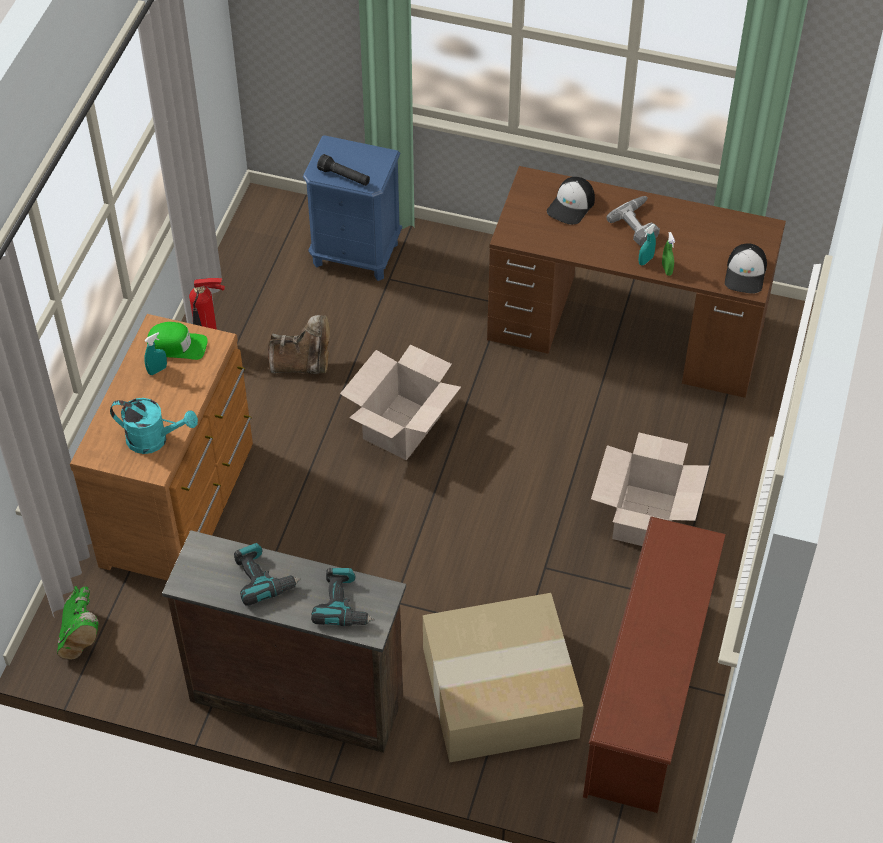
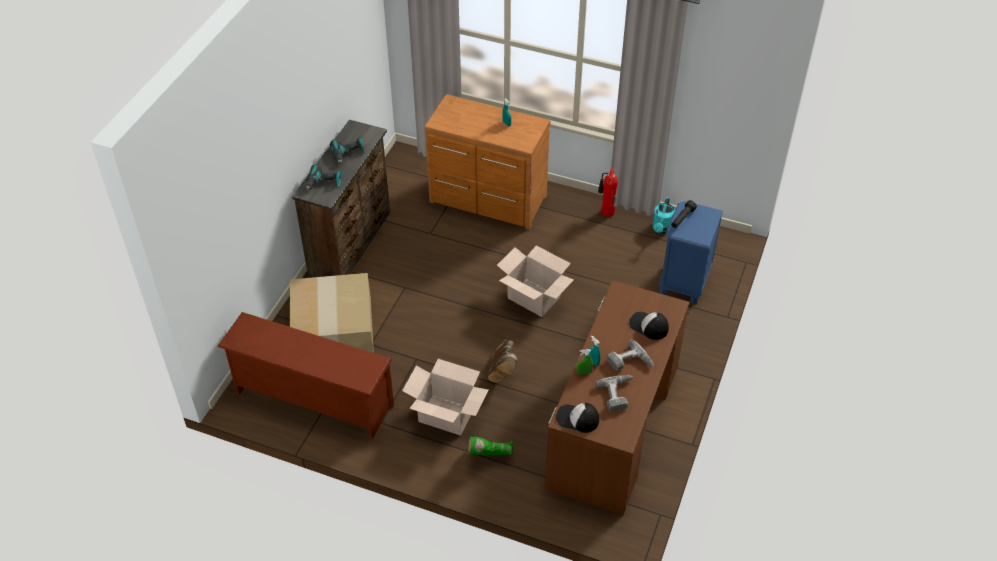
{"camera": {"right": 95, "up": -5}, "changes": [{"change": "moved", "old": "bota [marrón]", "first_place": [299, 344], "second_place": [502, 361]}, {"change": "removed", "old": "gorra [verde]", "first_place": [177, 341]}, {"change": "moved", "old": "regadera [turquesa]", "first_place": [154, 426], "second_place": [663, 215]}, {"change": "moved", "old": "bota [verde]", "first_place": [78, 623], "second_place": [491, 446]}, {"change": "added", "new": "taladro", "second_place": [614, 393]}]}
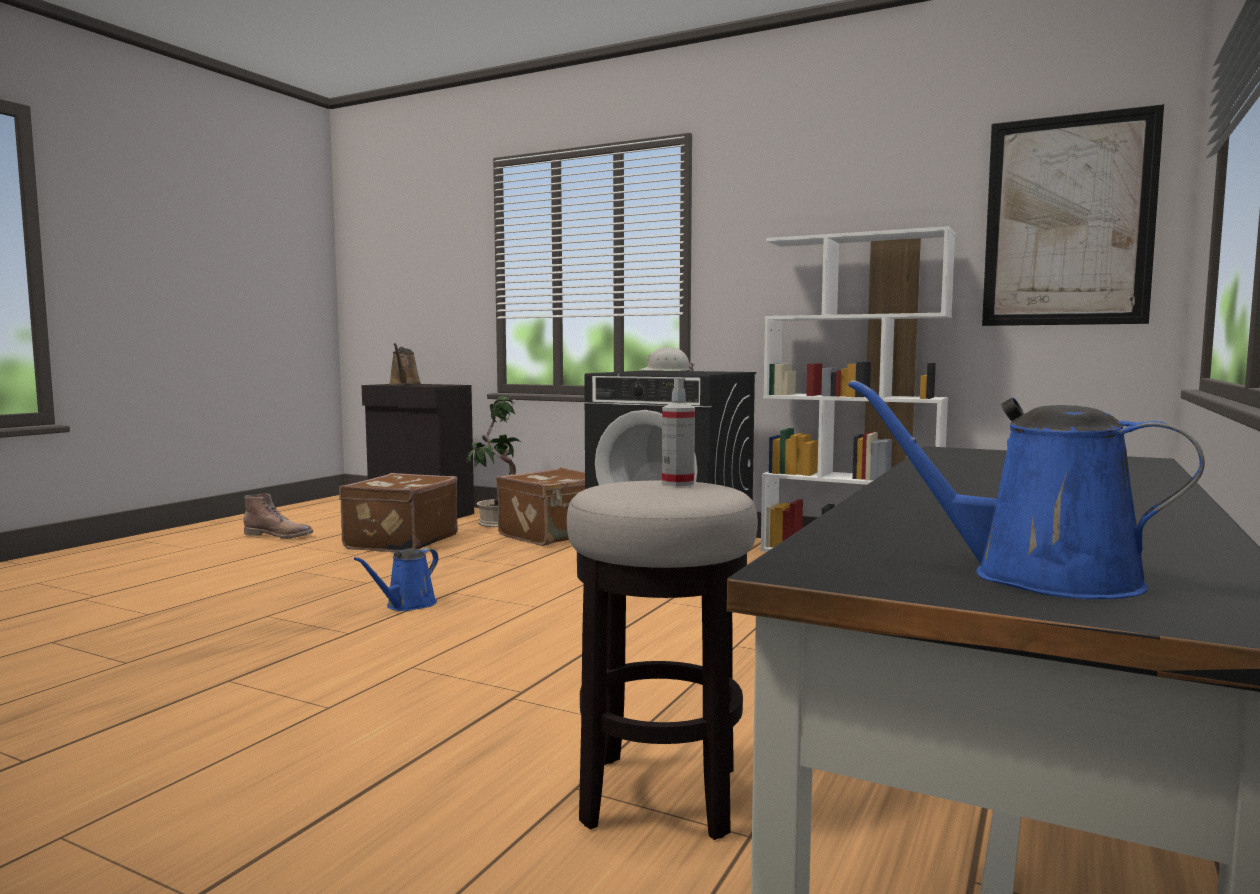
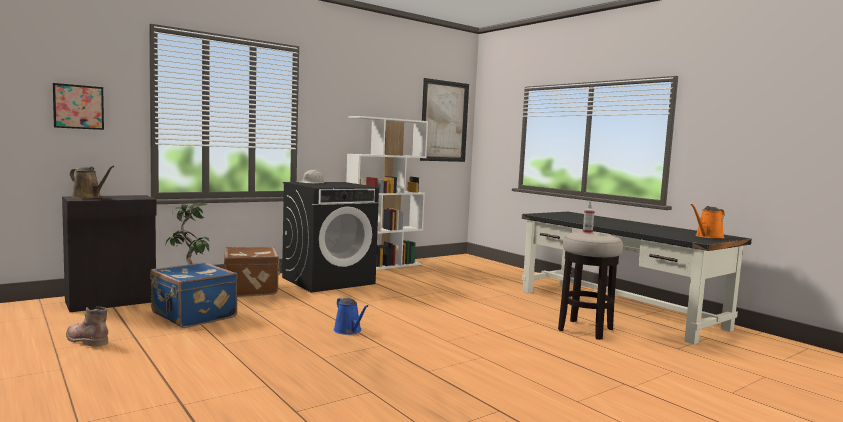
{"camera": {"right": -65, "up": 0}, "changes": [{"change": "recoloured", "old": "regadera [azul]", "new": "regadera [naranja]", "first_place": [1026, 489], "second_place": [708, 221]}, {"change": "recoloured", "old": "maleta [marrón]", "new": "maleta [azul]", "first_place": [398, 513], "second_place": [193, 295]}, {"change": "turned", "old": "bota [marrón]", "first_place": [278, 516], "second_place": [87, 326], "degrees": -90}, {"change": "added", "new": "cuadro", "second_place": [78, 106]}]}
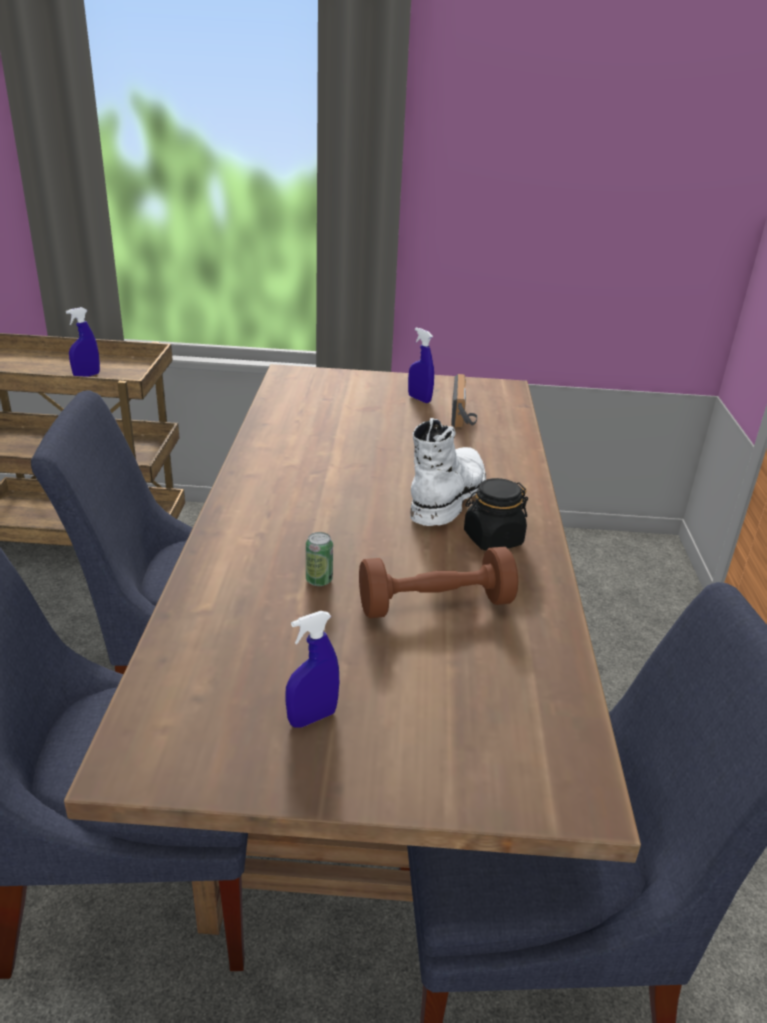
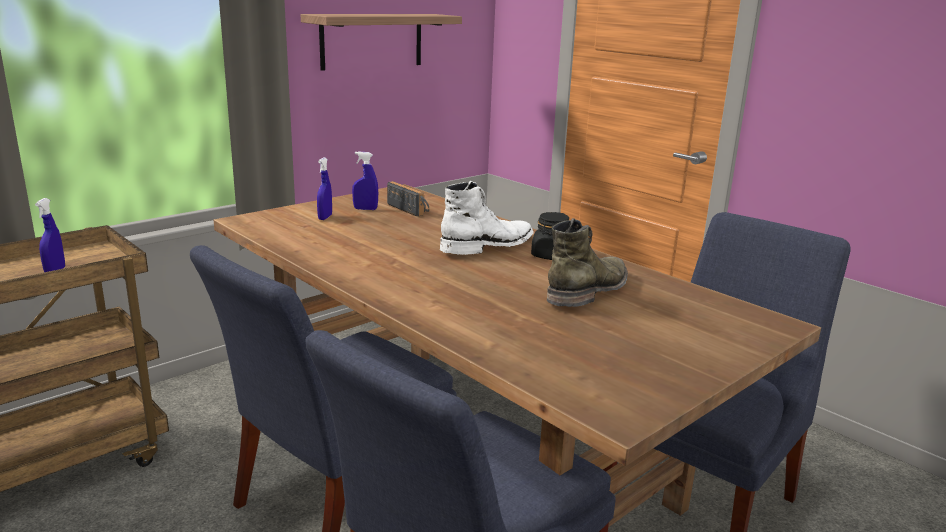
{"camera": {"right": -45, "up": -10}, "changes": [{"change": "turned", "old": "bota [blanco]", "first_place": [448, 472], "second_place": [487, 218], "degrees": 75}, {"change": "removed", "old": "lata", "first_place": [319, 559]}, {"change": "replaced", "old": "mancuerna [marrón]", "new": "bota [verde]", "first_place": [438, 582], "second_place": [587, 262]}, {"change": "moved", "old": "pulverizador [azul]", "first_place": [312, 669], "second_place": [324, 188]}, {"change": "added", "new": "estante", "second_place": [381, 42]}]}
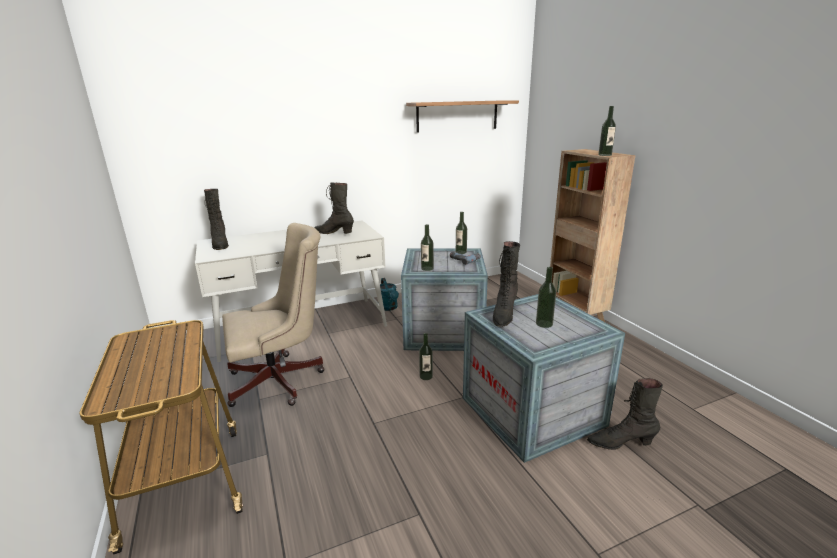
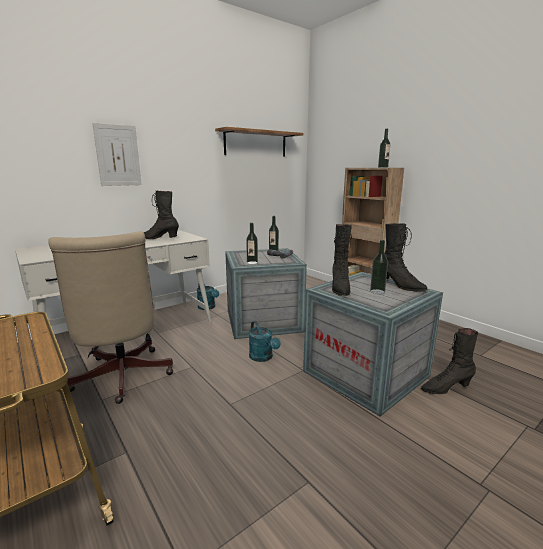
{"camera": {"right": -15, "up": -5}, "changes": [{"change": "moved", "old": "bota [negro]", "first_place": [216, 219], "second_place": [405, 257]}, {"change": "turned", "old": "silla de oficina [beis]", "first_place": [273, 315], "second_place": [110, 317], "degrees": 105}, {"change": "replaced", "old": "botella", "new": "regadera [turquesa]", "first_place": [426, 356], "second_place": [265, 341]}, {"change": "added", "new": "cuadro", "second_place": [117, 154]}]}
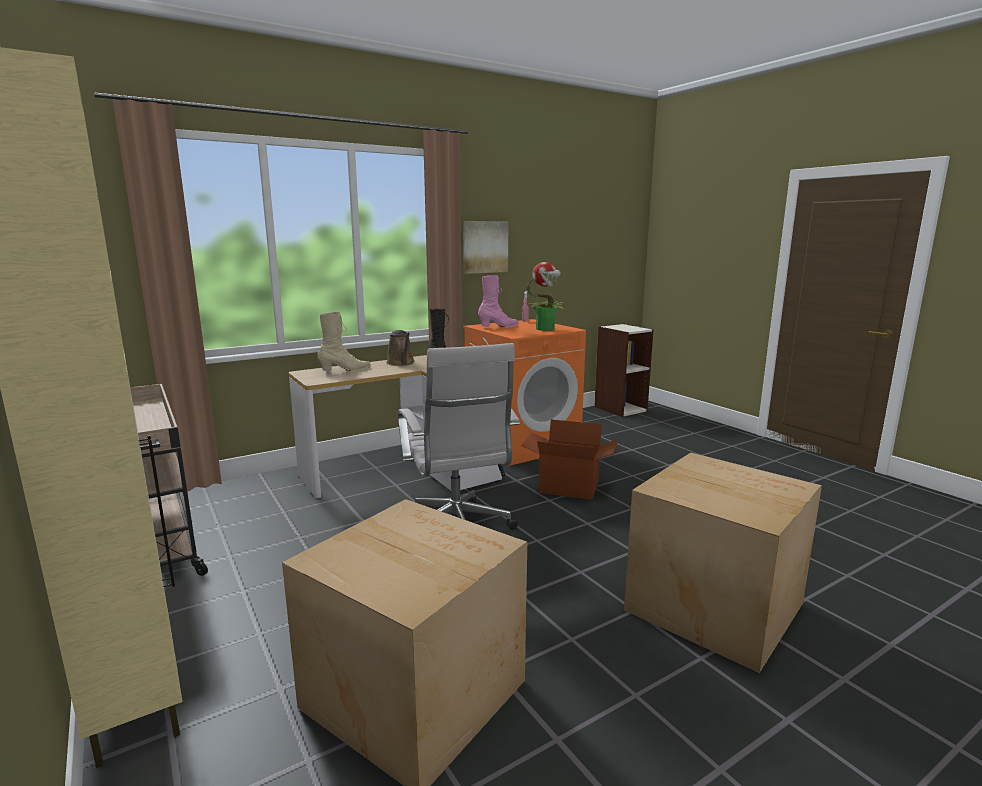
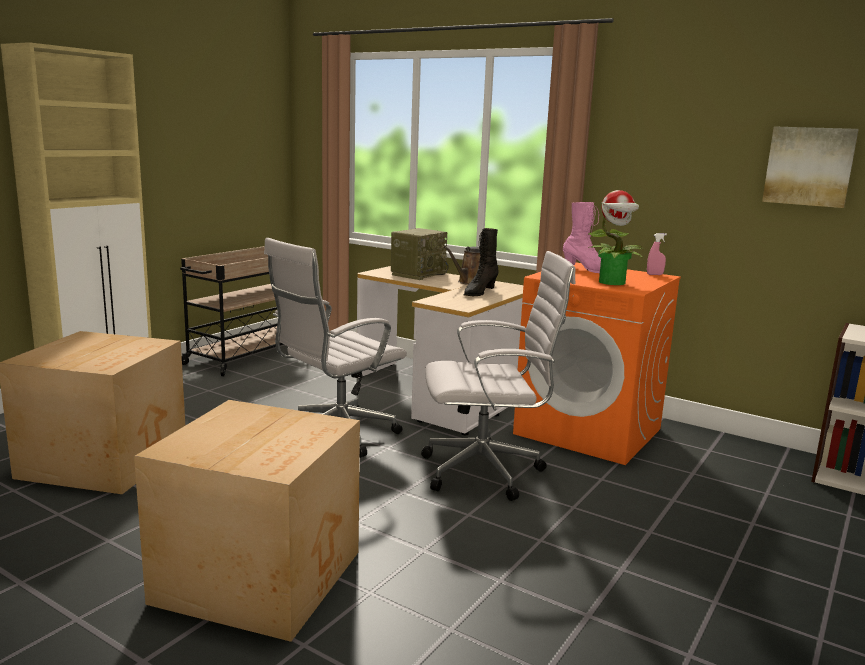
{"camera": {"right": 65, "up": 0}, "changes": [{"change": "moved", "old": "cuadro", "first_place": [485, 247], "second_place": [810, 167]}, {"change": "replaced", "old": "bota [beis]", "new": "radio", "first_place": [344, 341], "second_place": [420, 254]}, {"change": "replaced", "old": "caja de cartón", "new": "silla de oficina [blanco]", "first_place": [569, 460], "second_place": [498, 376]}]}
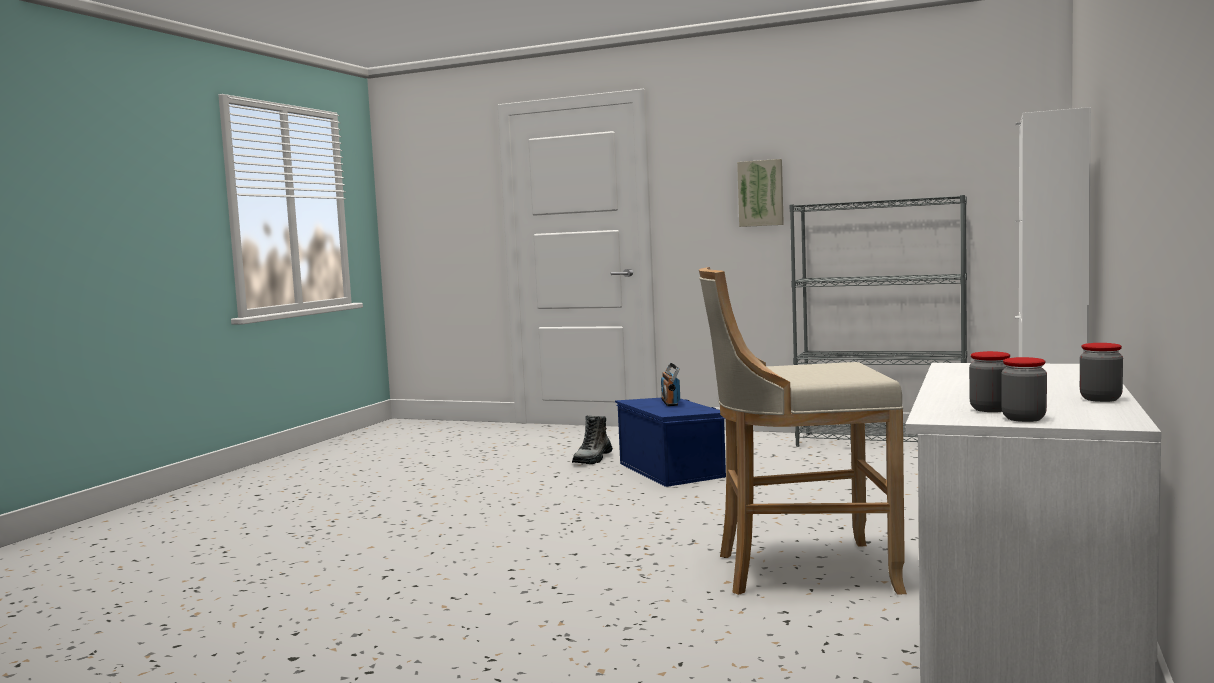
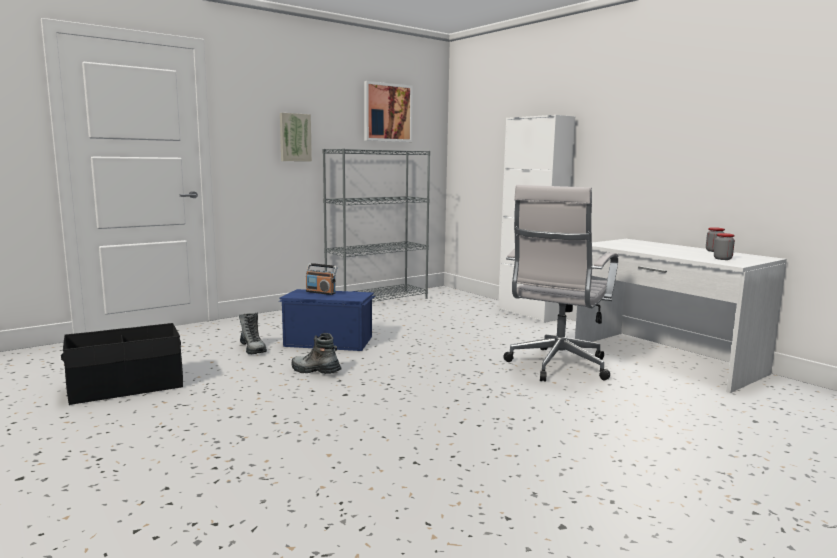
{"camera": {"right": -60, "up": 5}, "changes": [{"change": "replaced", "old": "taburete [beis]", "new": "silla de oficina [blanco]", "first_place": [803, 431], "second_place": [560, 283]}, {"change": "removed", "old": "tarro", "first_place": [1024, 389]}, {"change": "added", "new": "cuadro", "second_place": [388, 111]}, {"change": "added", "new": "caja de almacenaje [negro]", "second_place": [122, 364]}, {"change": "added", "new": "bota", "second_place": [316, 353]}]}
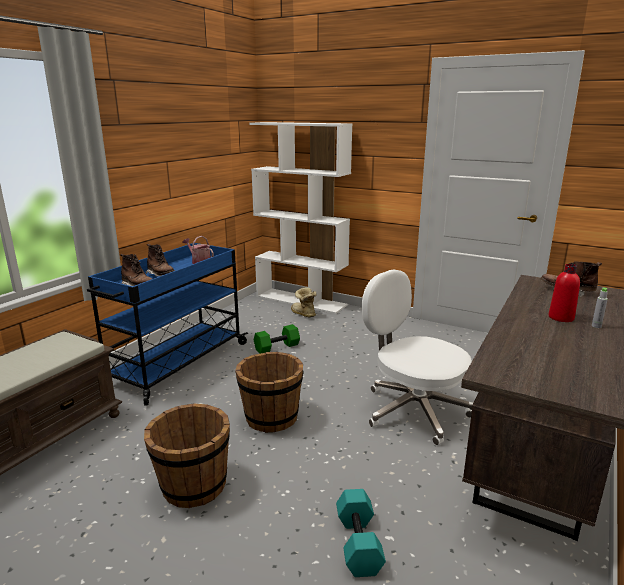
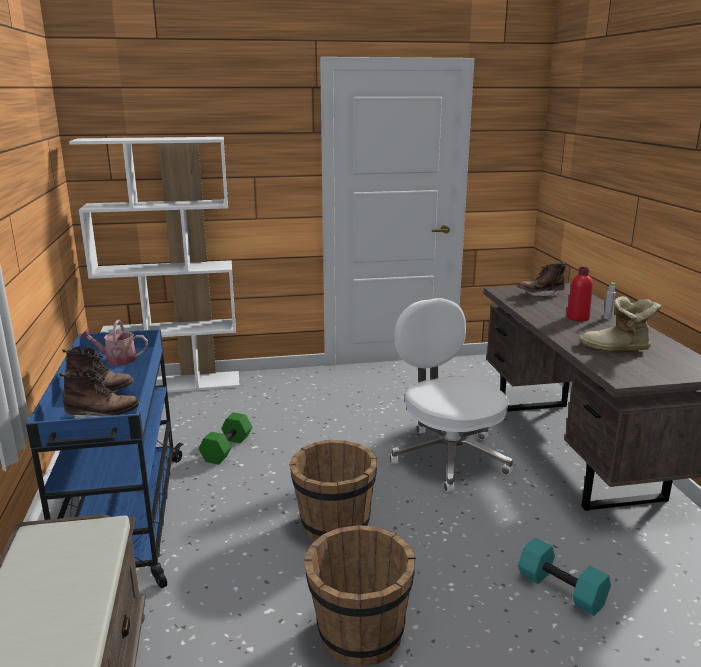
{"camera": {"right": -40, "up": 0}, "changes": [{"change": "turned", "old": "silla de oficina [blanco]", "first_place": [417, 358], "second_place": [451, 395], "degrees": 60}, {"change": "moved", "old": "bota", "first_place": [303, 302], "second_place": [620, 323]}]}
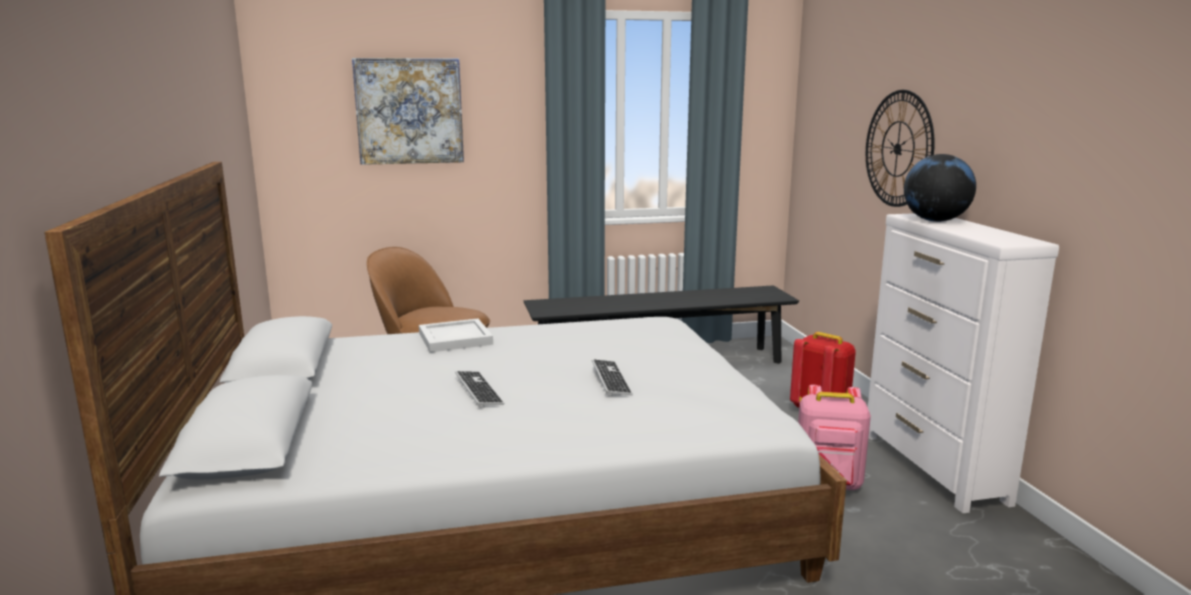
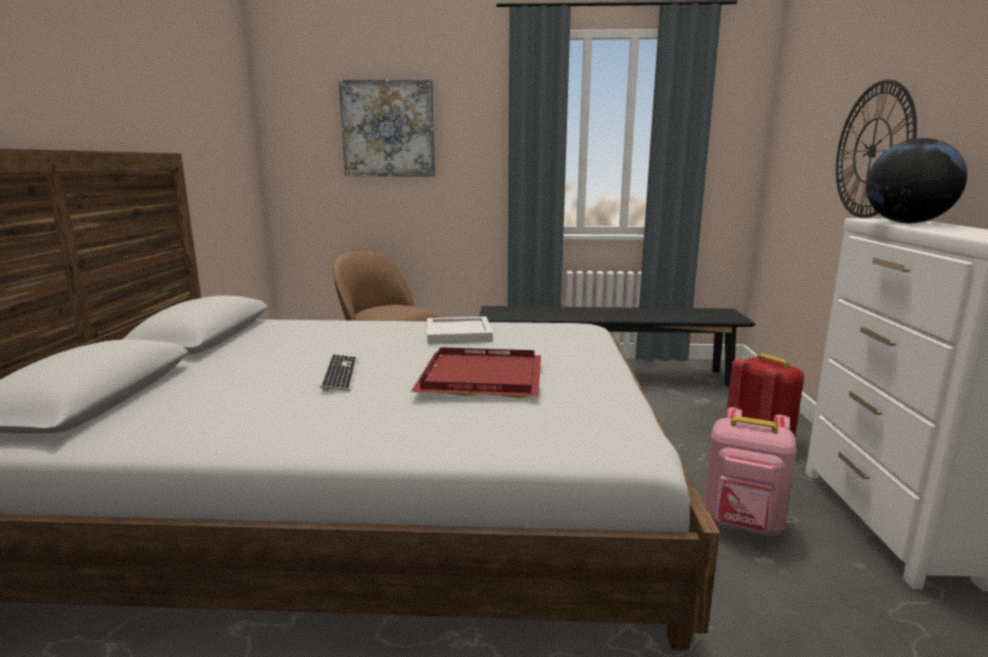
{"camera": {"right": 15, "up": 0}, "changes": [{"change": "moved", "old": "bandeja [blanco]", "first_place": [456, 335], "second_place": [460, 330]}, {"change": "replaced", "old": "teclado", "new": "bandeja [rojo]", "first_place": [612, 377], "second_place": [476, 372]}]}
